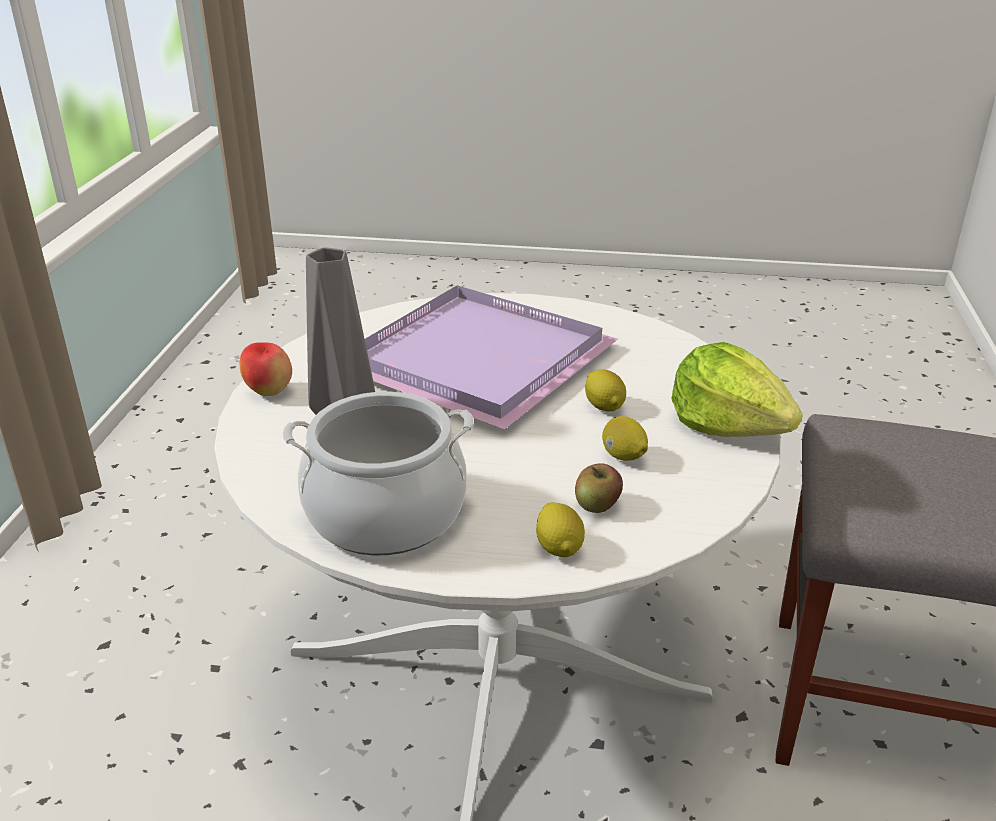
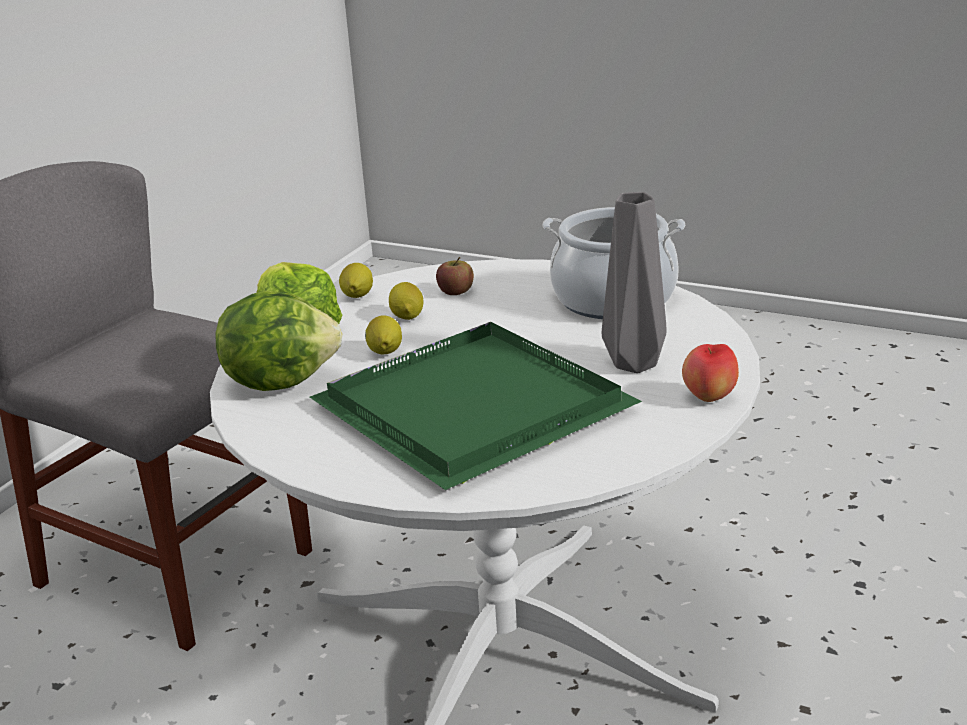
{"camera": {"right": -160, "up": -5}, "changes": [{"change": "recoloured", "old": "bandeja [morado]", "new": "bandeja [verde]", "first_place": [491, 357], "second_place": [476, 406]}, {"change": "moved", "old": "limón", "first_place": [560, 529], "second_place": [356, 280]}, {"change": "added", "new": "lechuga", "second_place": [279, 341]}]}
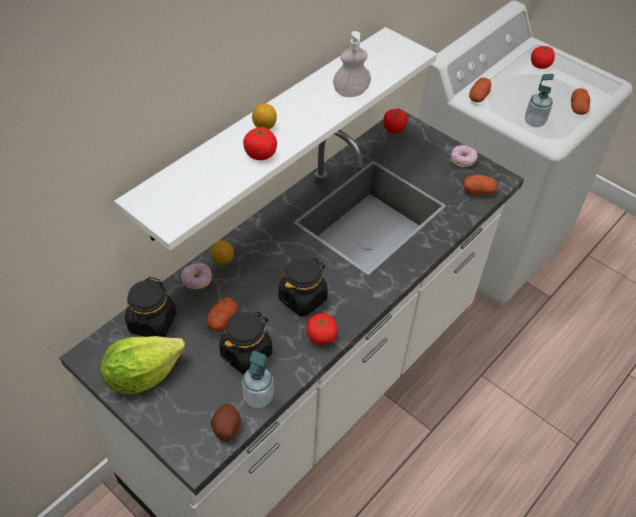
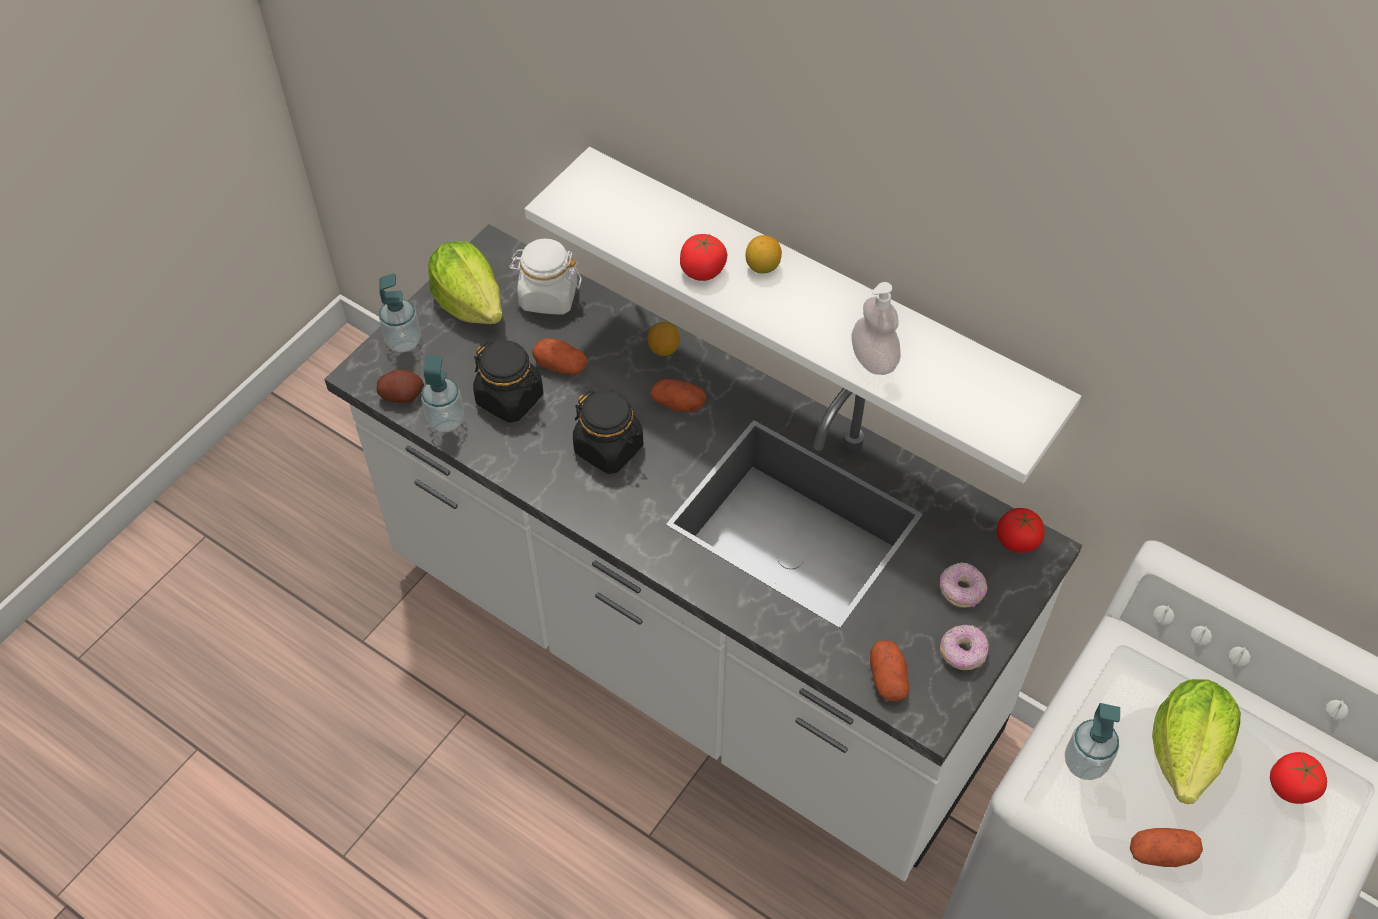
{"camera": {"right": 85, "up": 5}, "changes": [{"change": "moved", "old": "patata", "first_place": [480, 90], "second_place": [678, 395]}, {"change": "moved", "old": "rosquilla", "first_place": [196, 276], "second_place": [963, 585]}, {"change": "recoloured", "old": "tarro [negro]", "new": "tarro [blanco]", "first_place": [151, 307], "second_place": [545, 276]}, {"change": "removed", "old": "tomate", "first_place": [322, 329]}, {"change": "added", "new": "dispensador de jabón", "second_place": [400, 312]}, {"change": "added", "new": "lechuga", "second_place": [1196, 741]}]}
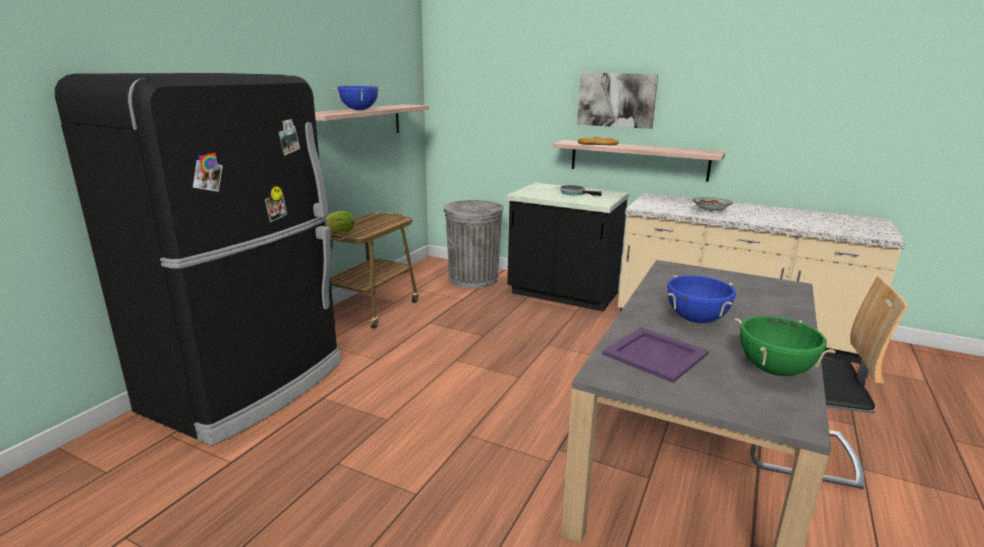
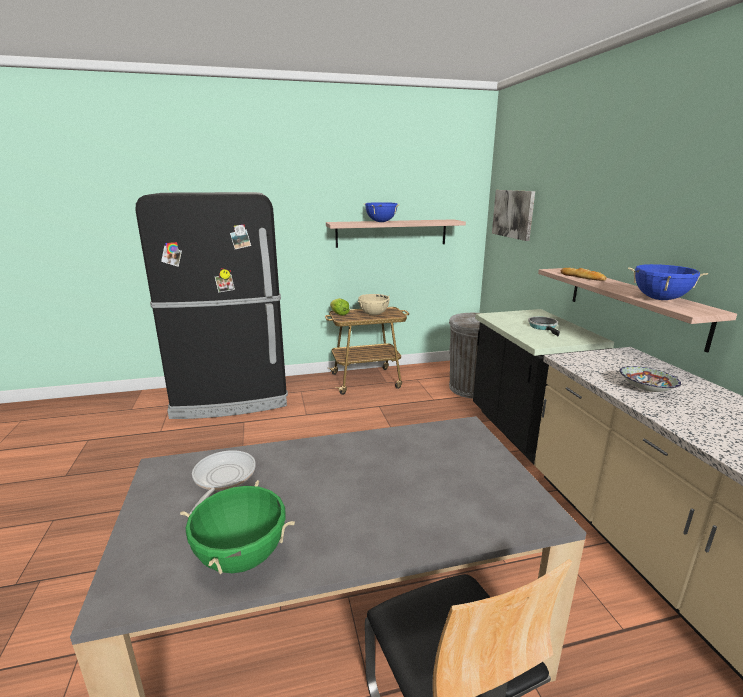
{"camera": {"right": 50, "up": 0}, "changes": [{"change": "moved", "old": "cuadro", "first_place": [617, 101], "second_place": [513, 215]}, {"change": "moved", "old": "olla [azul]", "first_place": [701, 299], "second_place": [668, 282]}, {"change": "replaced", "old": "bandeja [morado]", "new": "sartén", "first_place": [655, 355], "second_place": [222, 482]}, {"change": "added", "new": "olla [beis]", "second_place": [373, 304]}]}
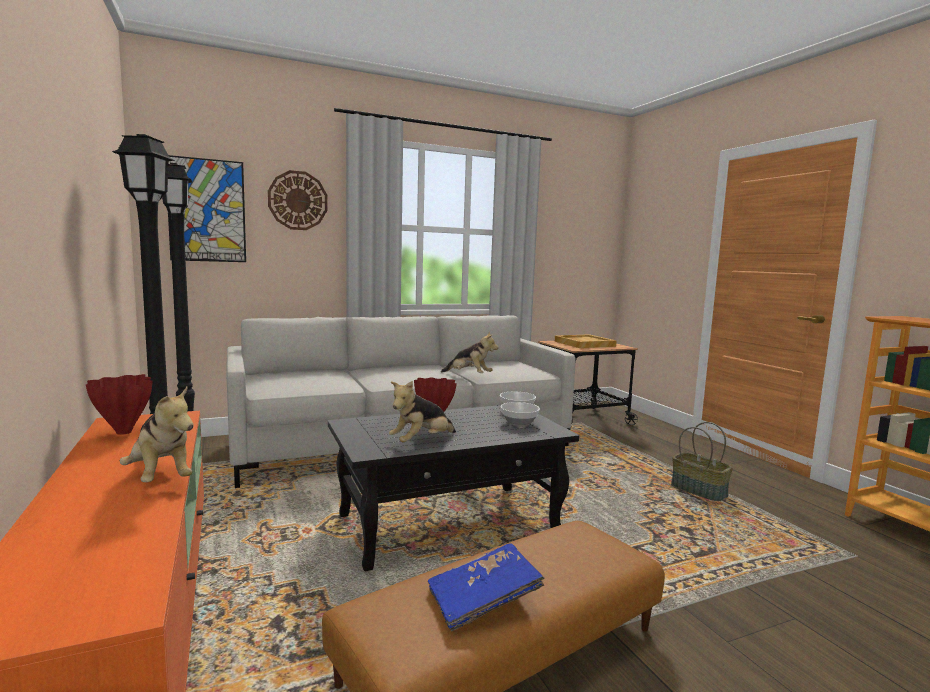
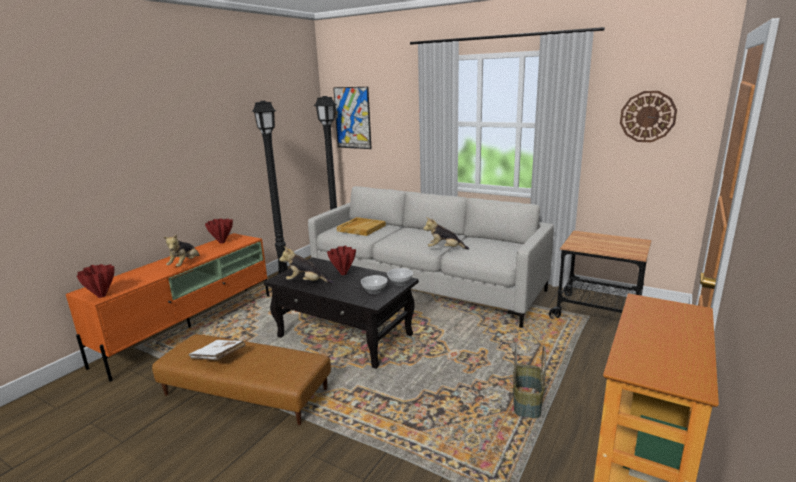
{"camera": {"right": 55, "up": 10}, "changes": [{"change": "moved", "old": "reloj de pared", "first_place": [298, 200], "second_place": [648, 116]}, {"change": "turned", "old": "peluche", "first_place": [469, 352], "second_place": [446, 233], "degrees": 105}, {"change": "moved", "old": "bandeja [beis]", "first_place": [586, 341], "second_place": [361, 226]}, {"change": "recoloured", "old": "libro [azul]", "new": "libro [blanco]", "first_place": [486, 587], "second_place": [217, 350]}, {"change": "added", "new": "florero [rojo]", "second_place": [95, 281]}]}
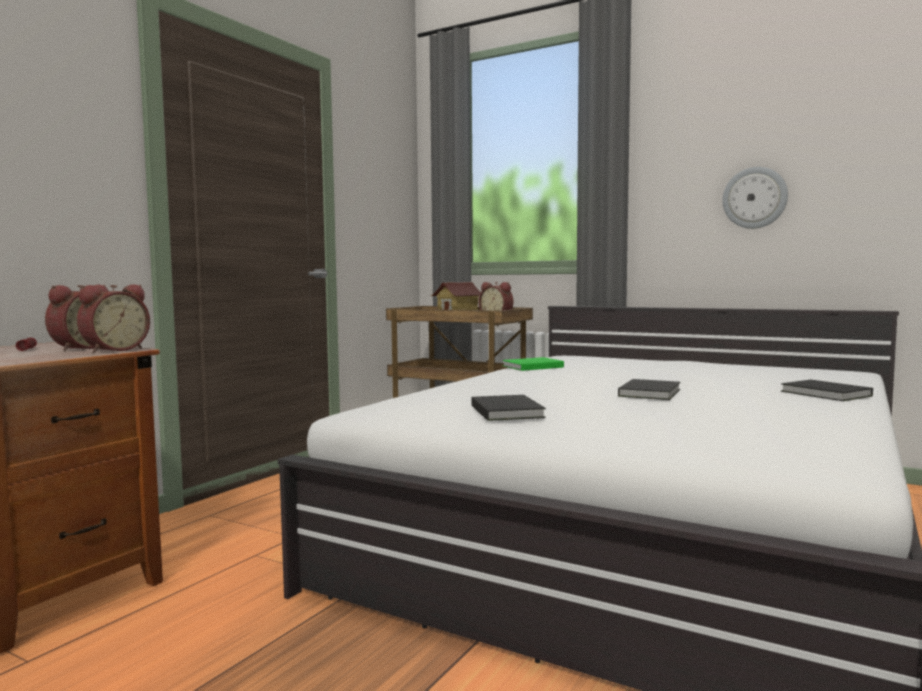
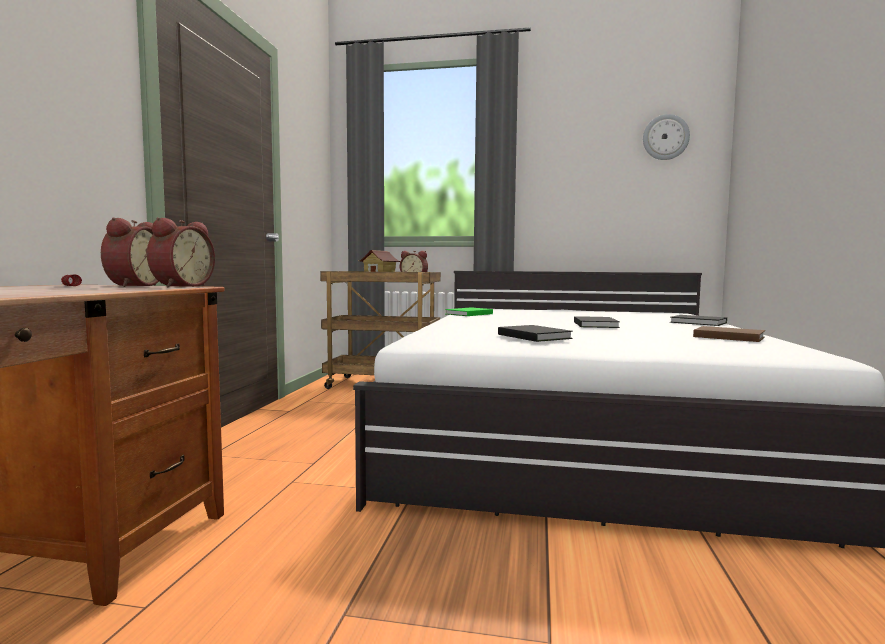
{"camera": {"right": -20, "up": 0}, "changes": [{"change": "moved", "old": "reloj de pared", "first_place": [755, 198], "second_place": [666, 137]}, {"change": "added", "new": "libro [marrón]", "second_place": [729, 334]}]}
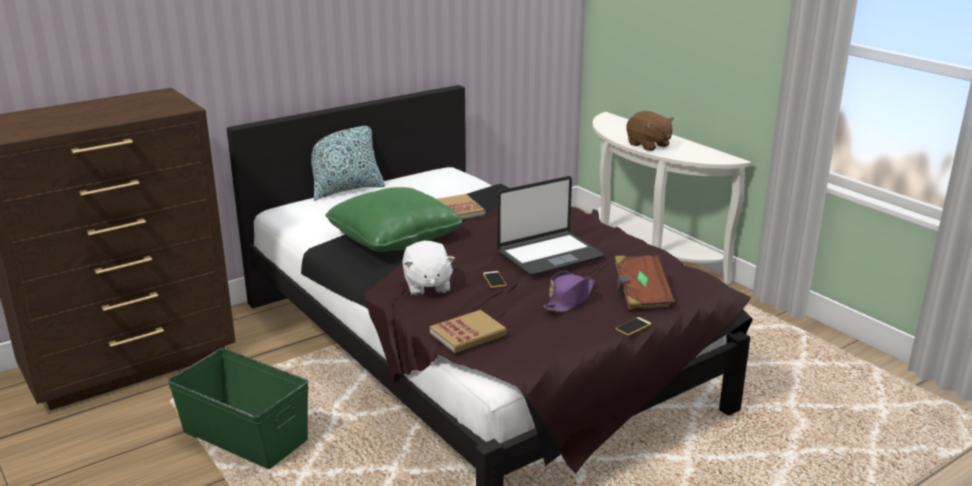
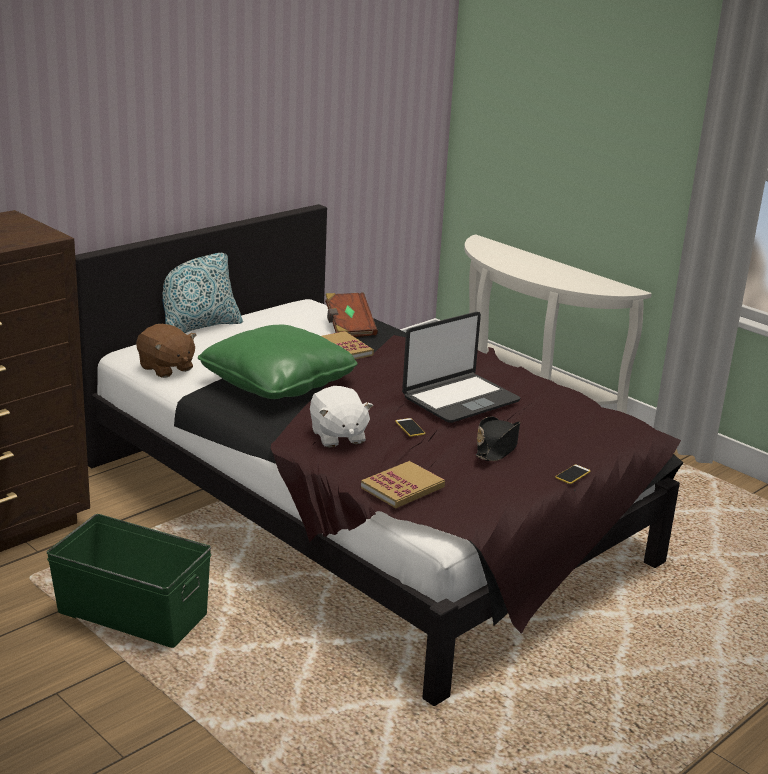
{"camera": {"right": -10, "up": 0}, "changes": [{"change": "moved", "old": "peluche [marrón]", "first_place": [650, 131], "second_place": [166, 351]}, {"change": "moved", "old": "libro [marrón]", "first_place": [644, 283], "second_place": [351, 314]}, {"change": "recoloured", "old": "sombrero [morado]", "new": "sombrero [negro]", "first_place": [569, 291], "second_place": [498, 438]}]}
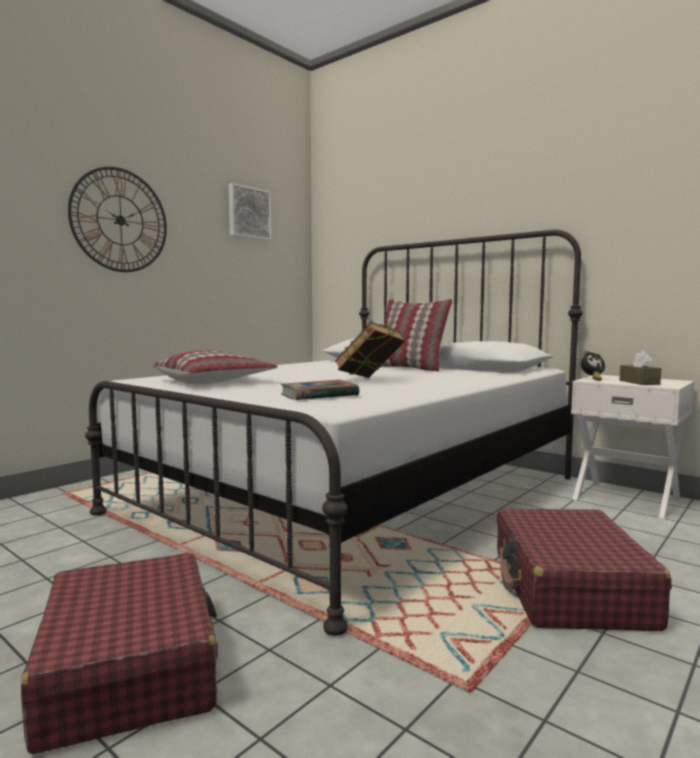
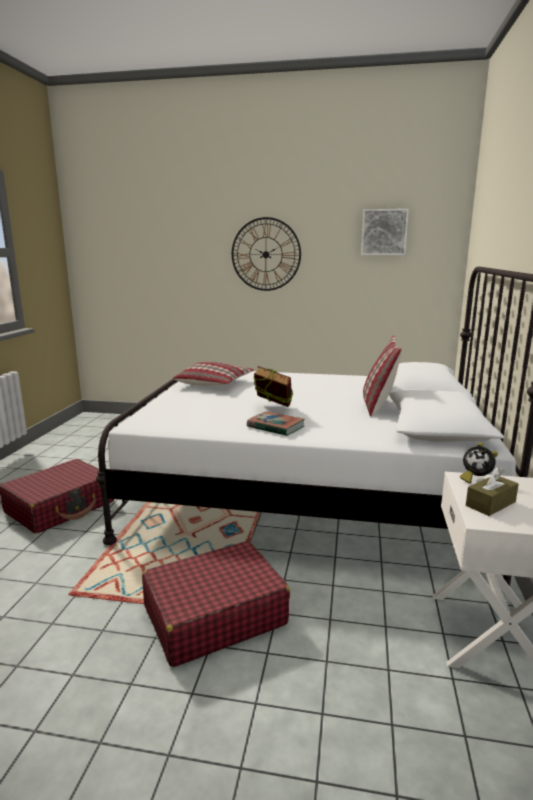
{"camera": {"right": 60, "up": 10}, "changes": [{"change": "moved", "old": "libro", "first_place": [320, 389], "second_place": [276, 423]}]}
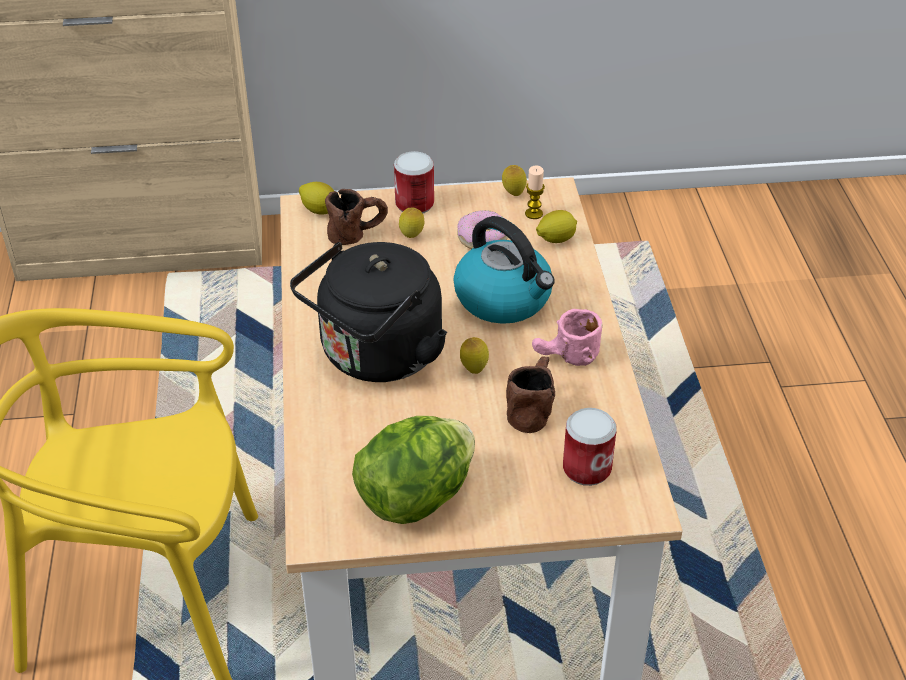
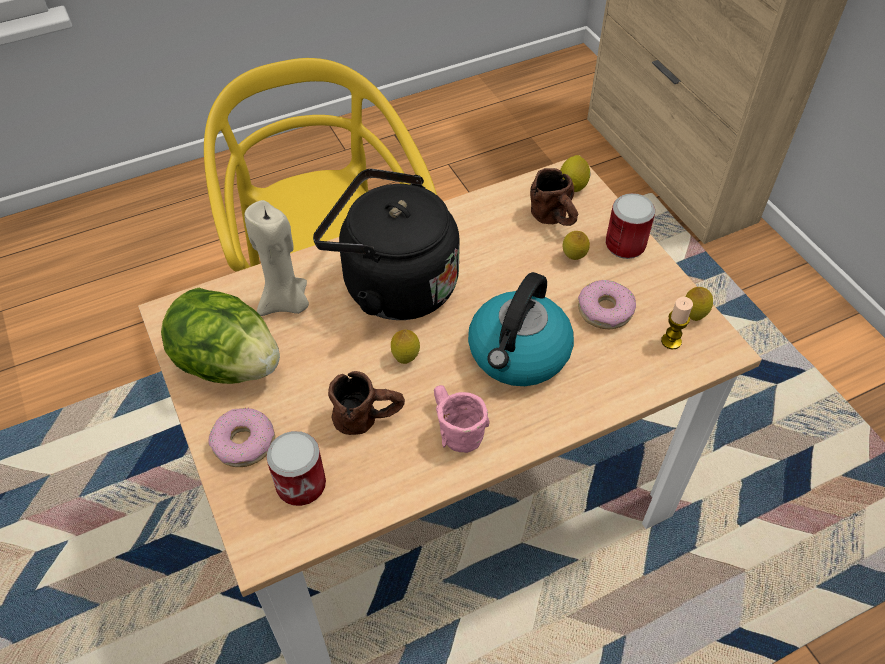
{"camera": {"right": 70, "up": 10}, "changes": [{"change": "removed", "old": "limón", "first_place": [556, 226]}, {"change": "added", "new": "vela [beis]", "second_place": [276, 258]}, {"change": "added", "new": "rosquilla", "second_place": [241, 437]}]}
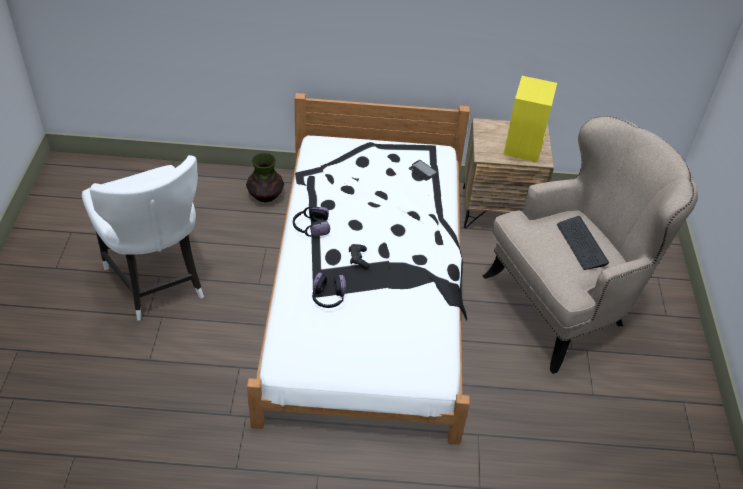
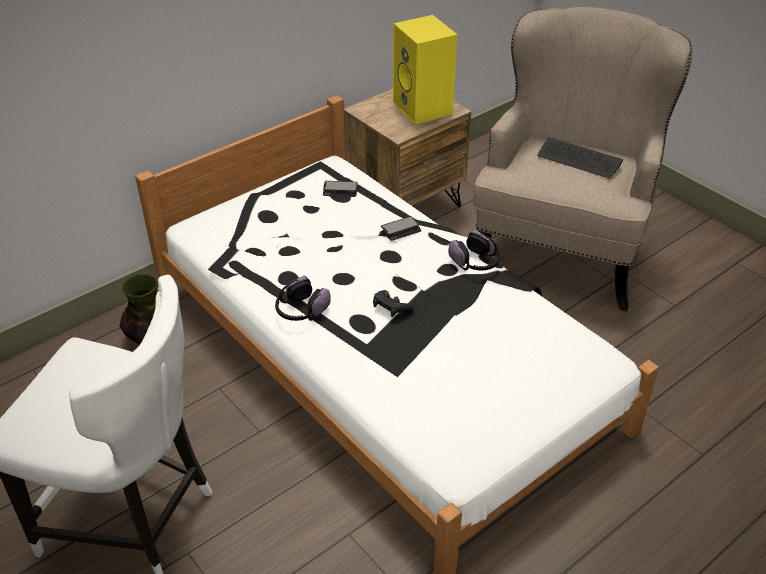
{"camera": {"right": -40, "up": -5}, "changes": [{"change": "moved", "old": "auriculares", "first_place": [329, 290], "second_place": [474, 250]}, {"change": "added", "new": "móvil", "second_place": [401, 228]}]}
